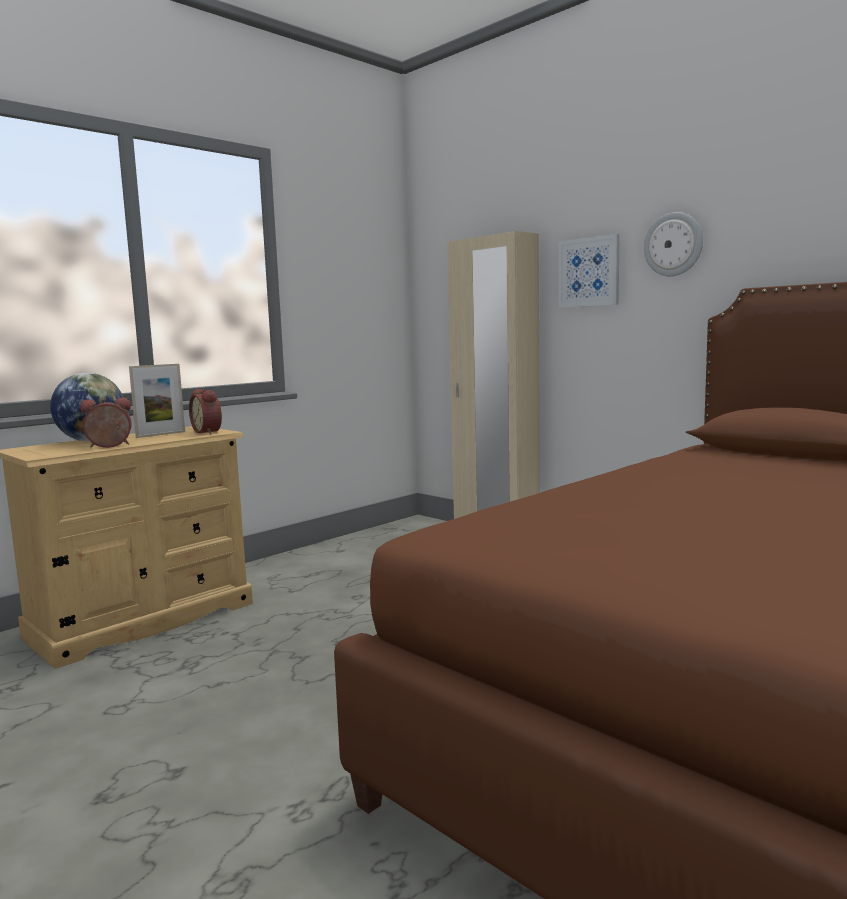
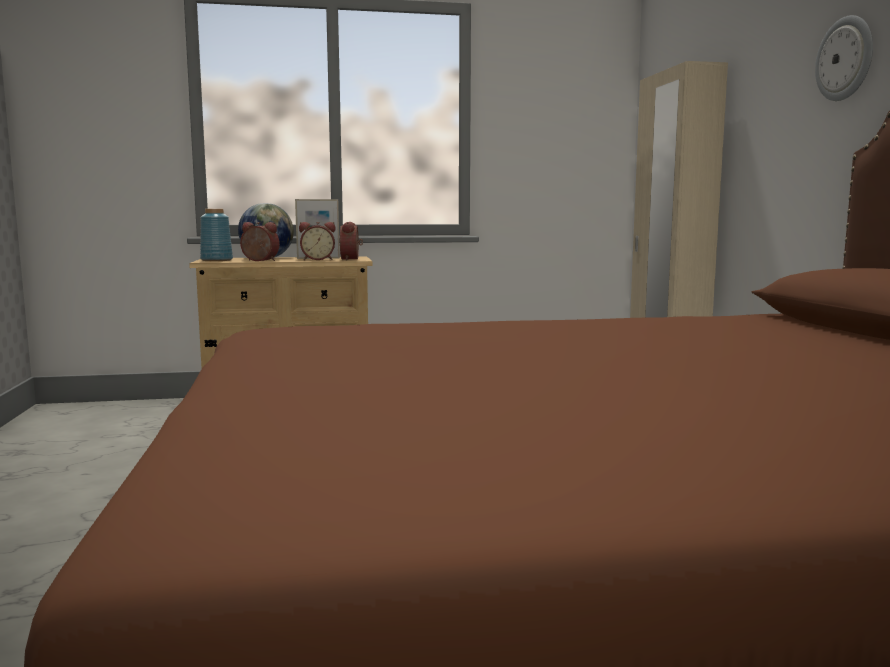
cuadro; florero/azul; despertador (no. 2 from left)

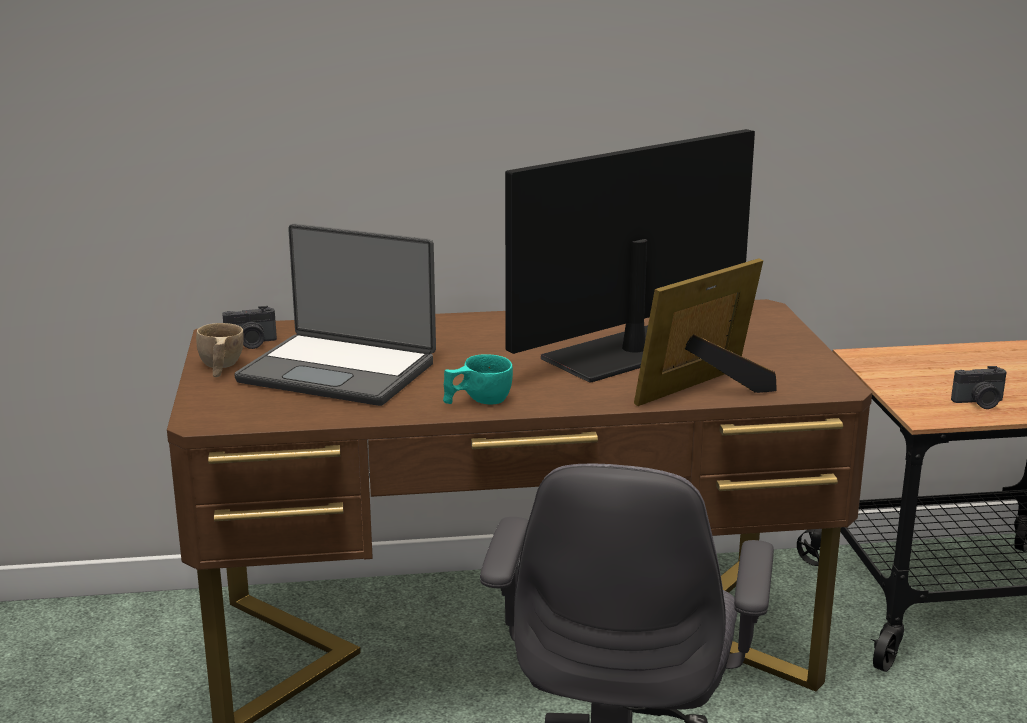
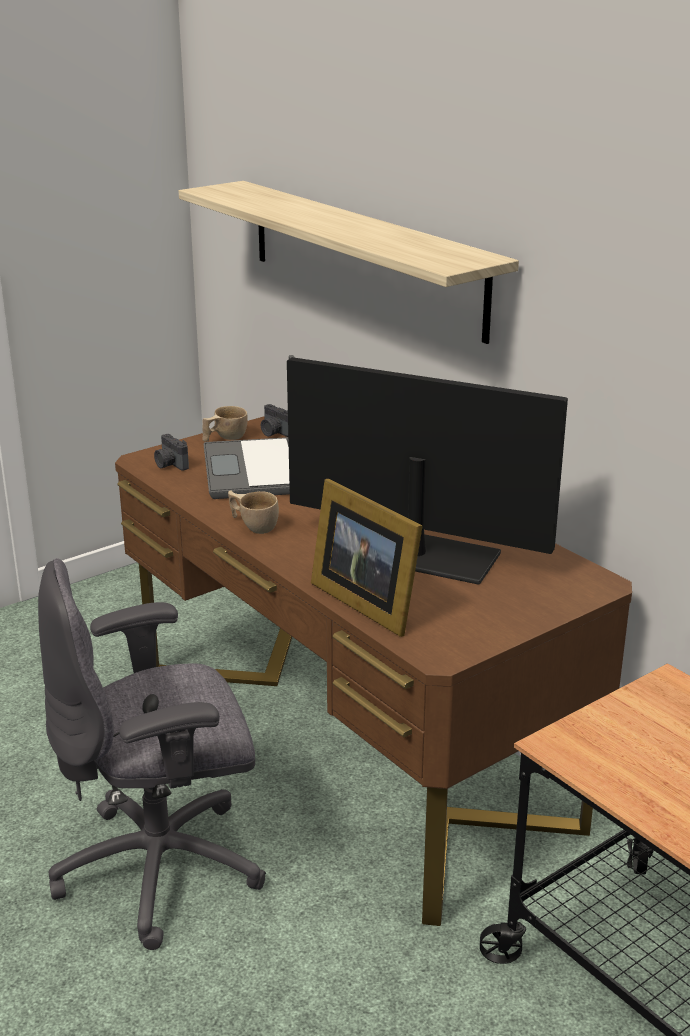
taza/beis (no. 2 from left); portarretratos; cámara (no. 1 from left); estante

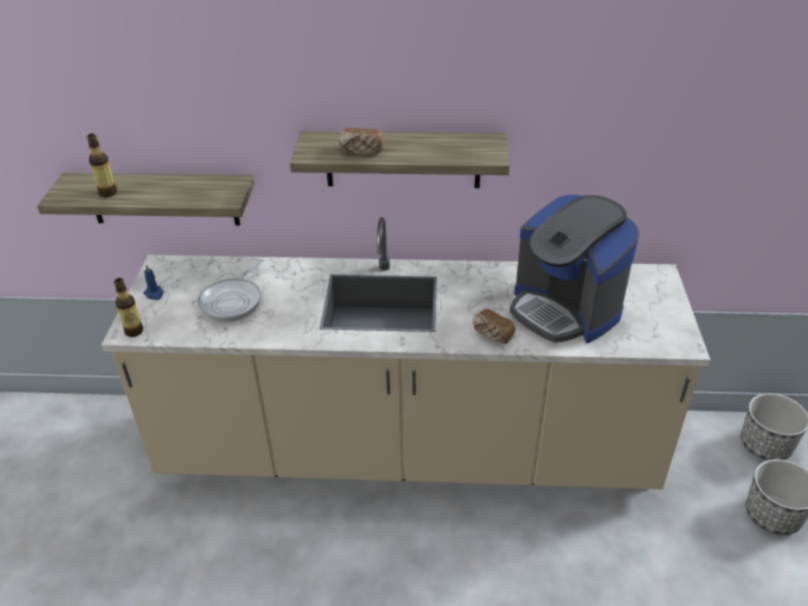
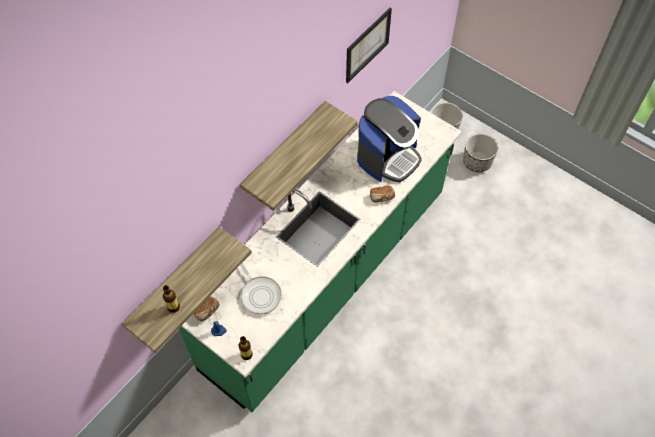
mueble bajo de cocina/verde; pan (no. 1 from left); cafetera; cuadro

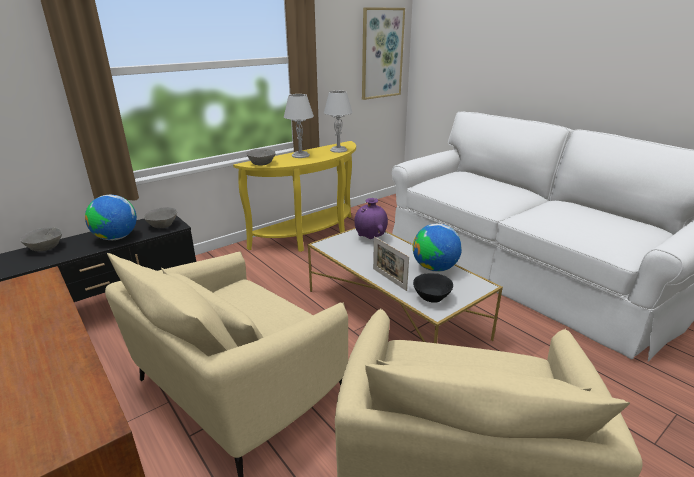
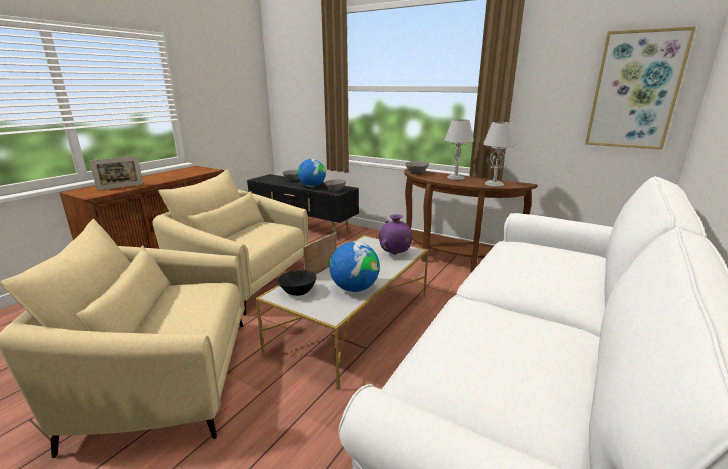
mesa consola/marrón; portarretratos (no. 1 from left)

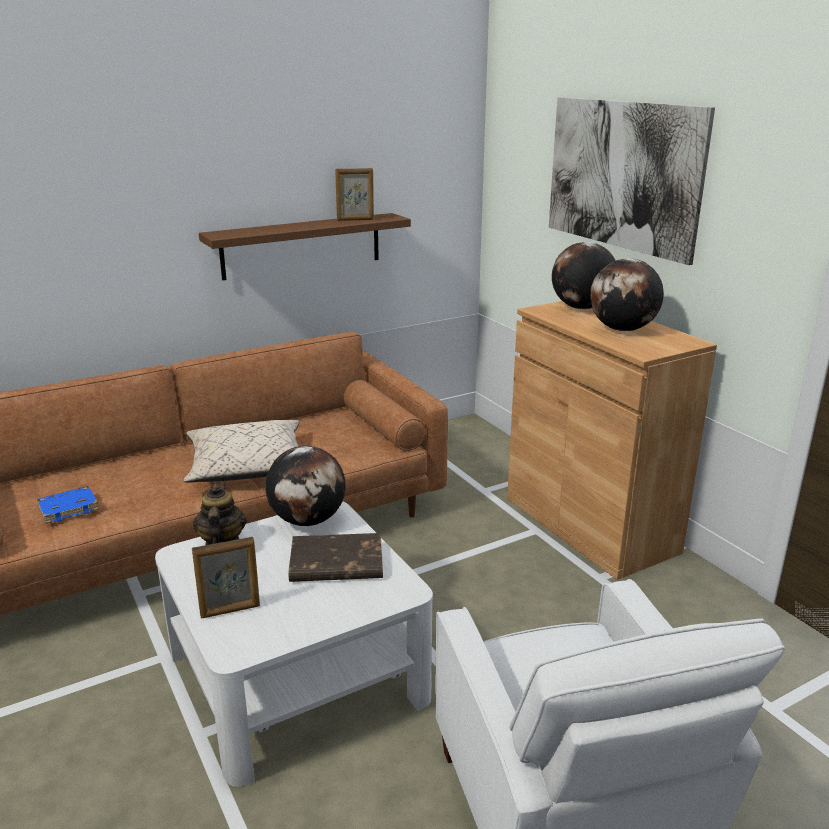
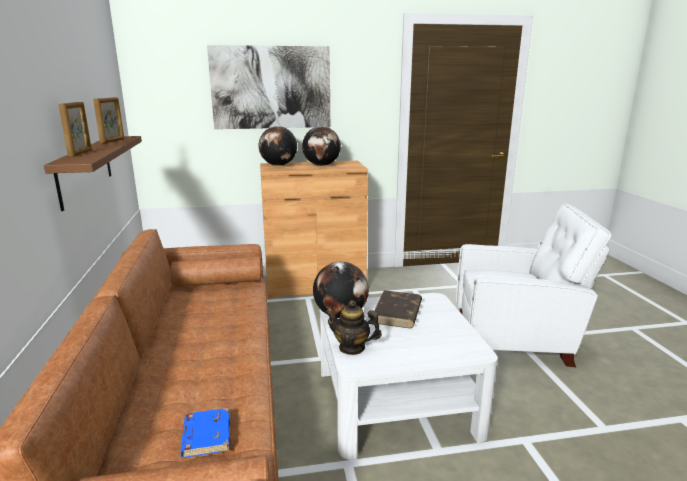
cojín/beis; portarretratos (no. 1 from left)

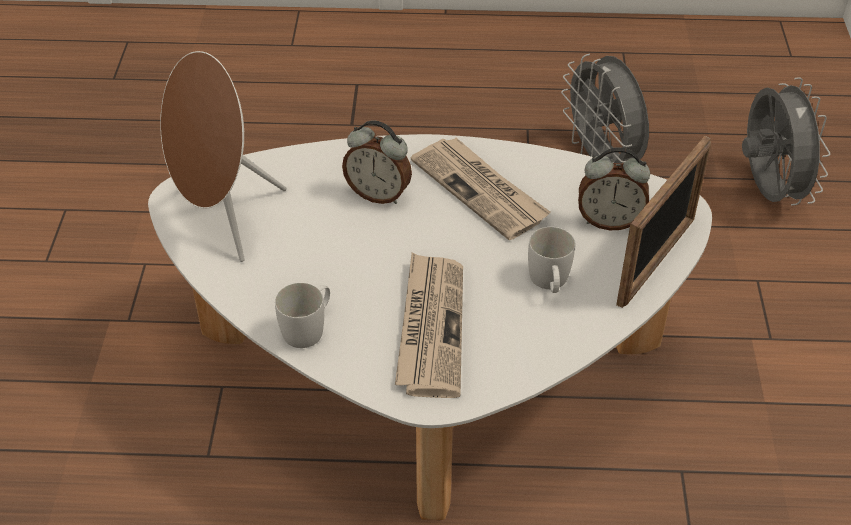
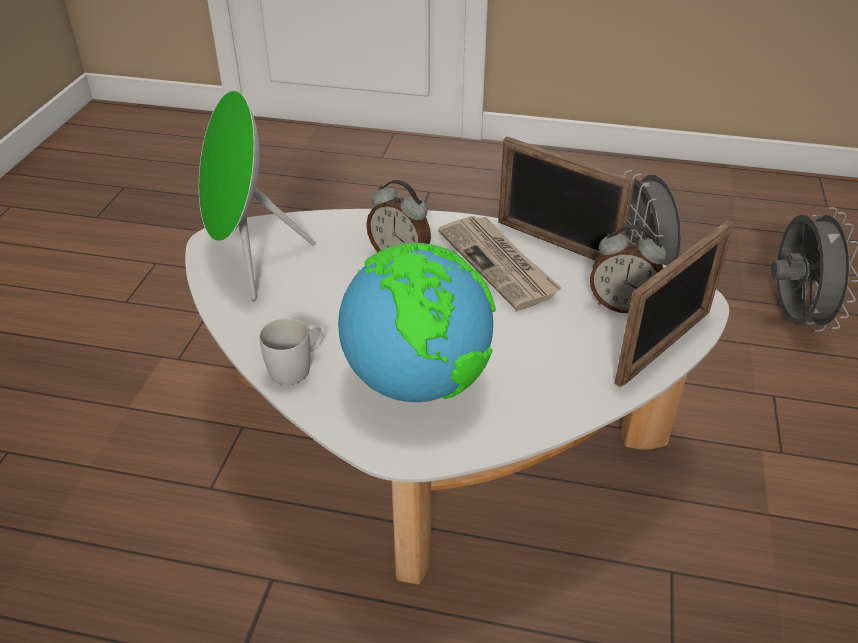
altavoz/verde; globo terráqueo; taza grande/blanco (no. 2 from left in the first image); portarretratos (no. 1 from left)

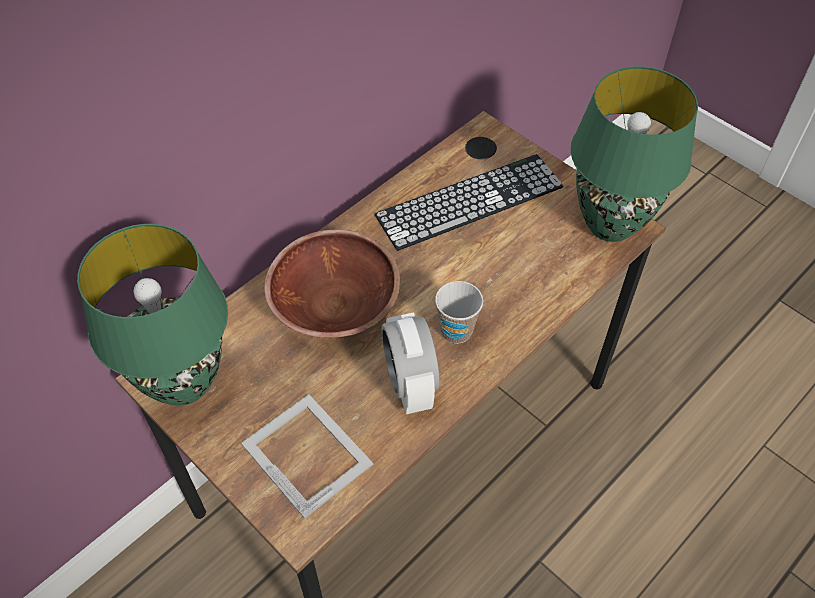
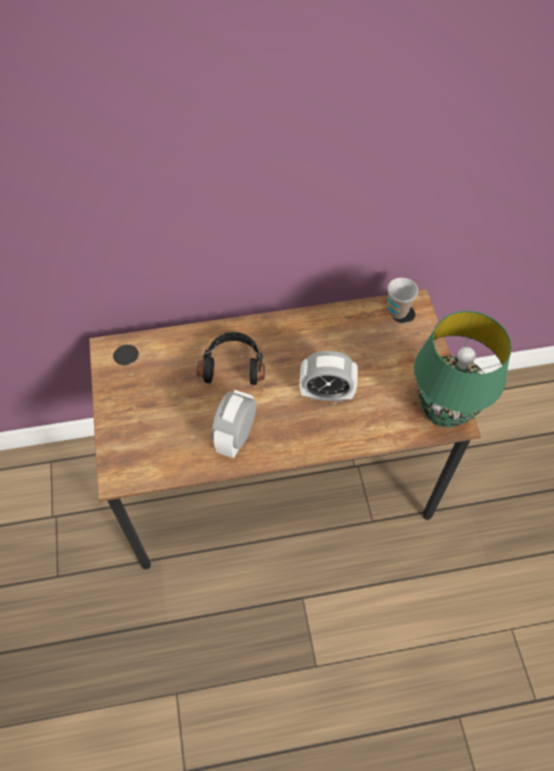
lámpara de mesa/verde (no. 1 from left in the first image); portarretratos; auriculares/negro; teclado; taza; despertador (no. 2 from left)

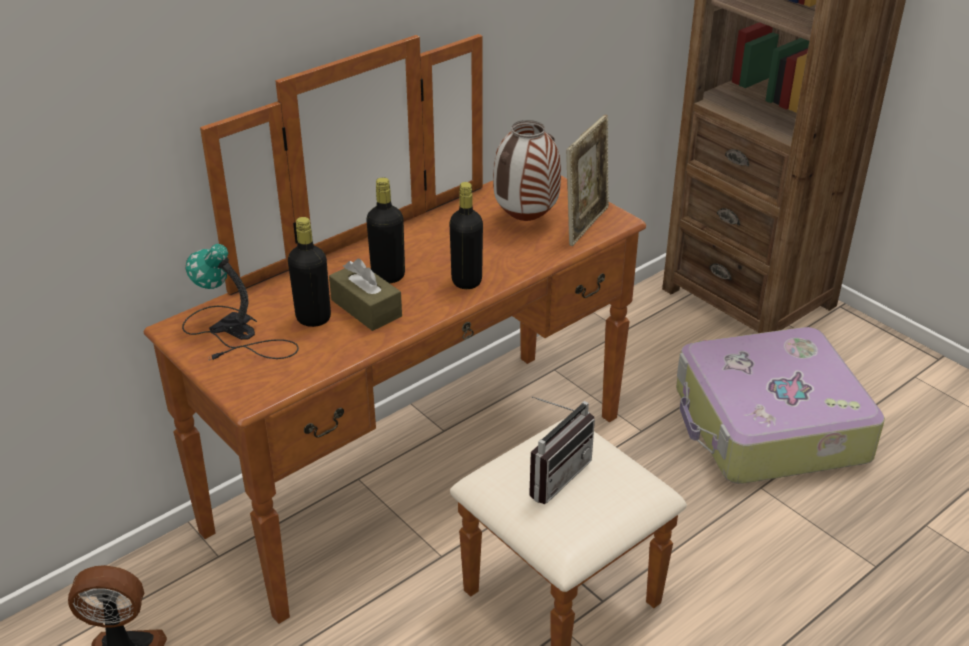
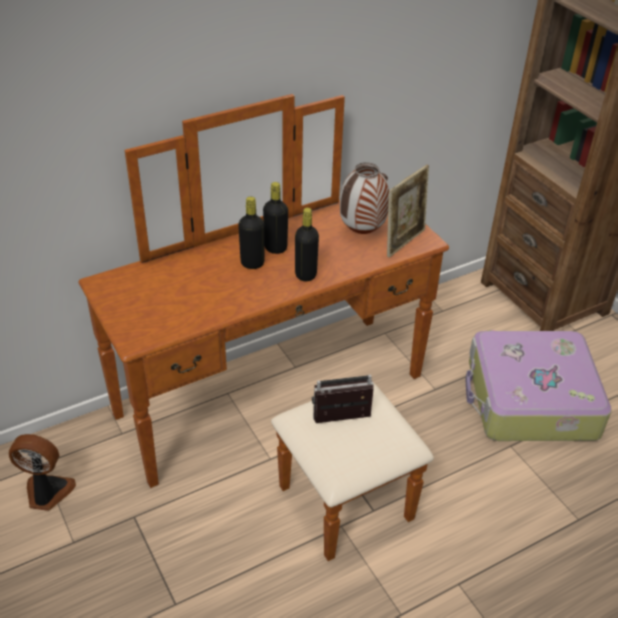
lámpara de mesa; botella/negro (no. 2 from left); caja de pañuelos/marrón; radio

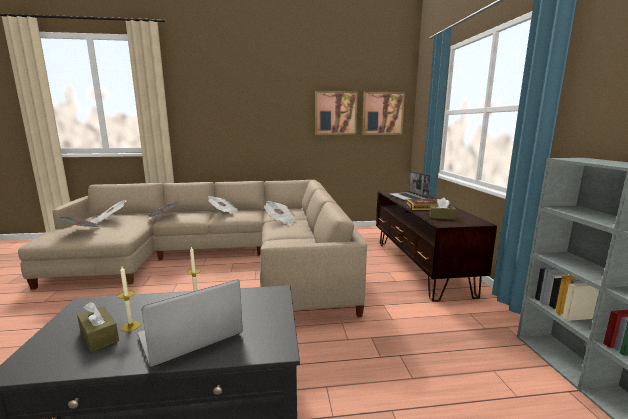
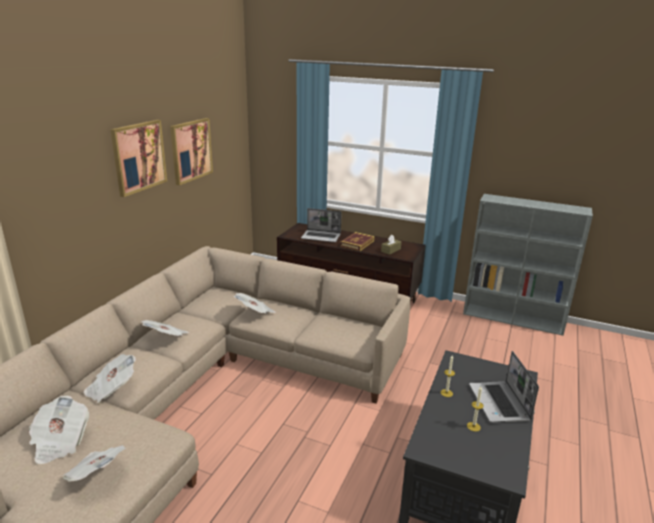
caja de pañuelos/marrón (no. 1 from left in the first image); cuadro (no. 1 from left)

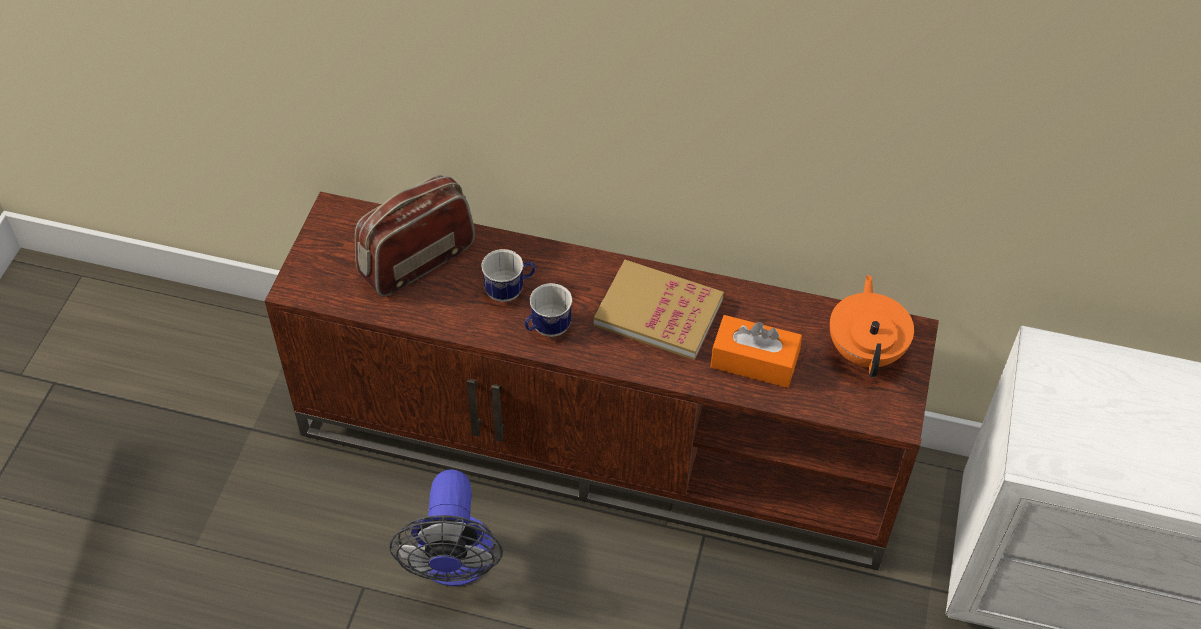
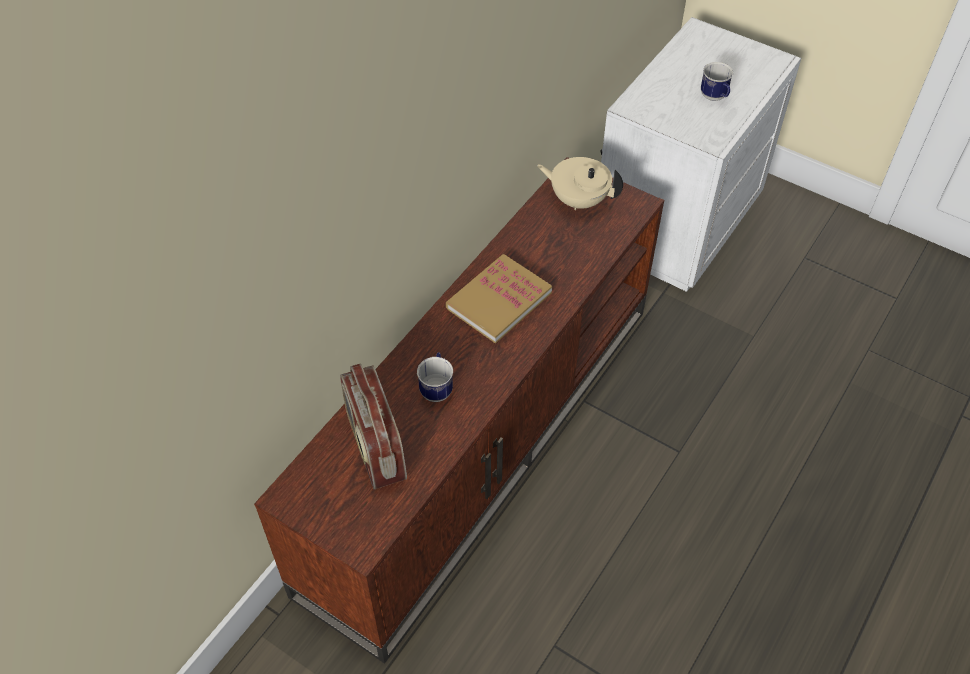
ventilador; taza grande (no. 2 from left); caja de pañuelos/naranja; tetera/beis

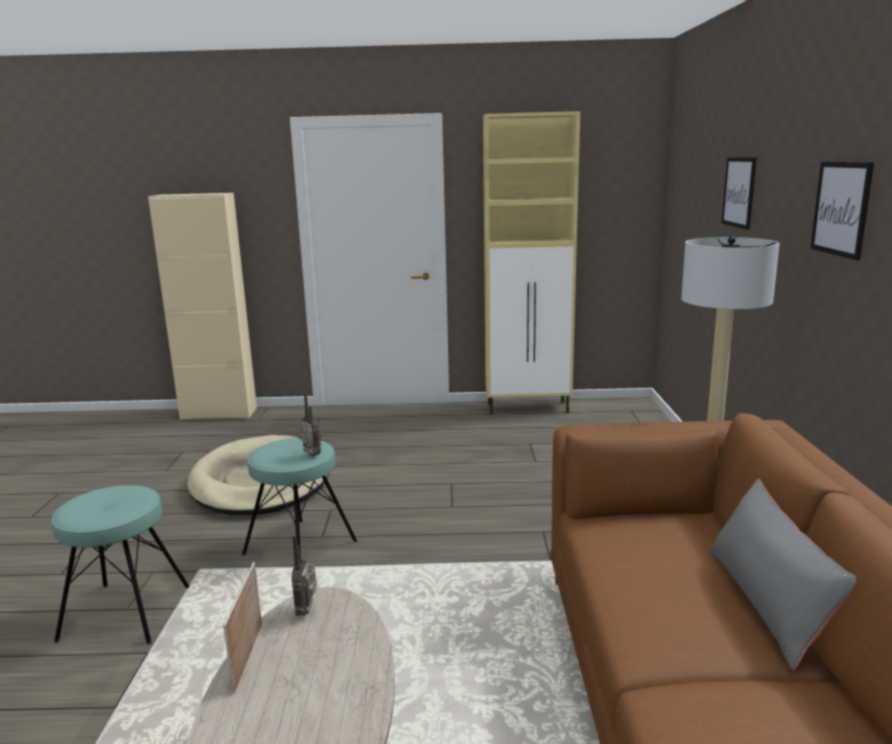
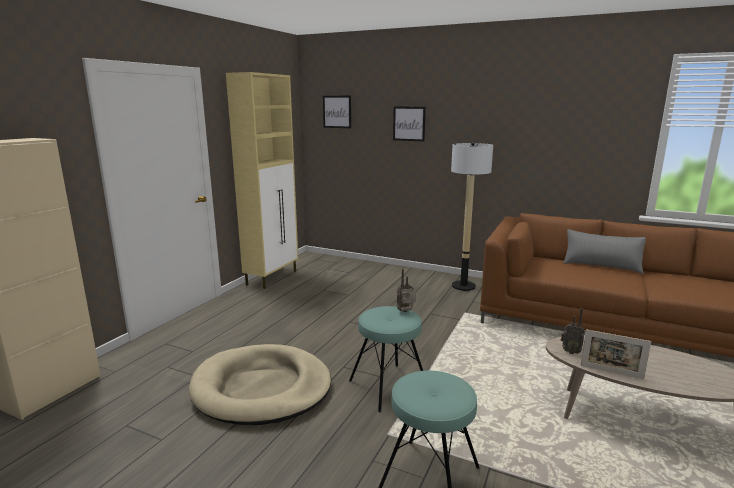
cuadro (no. 1 from left)

